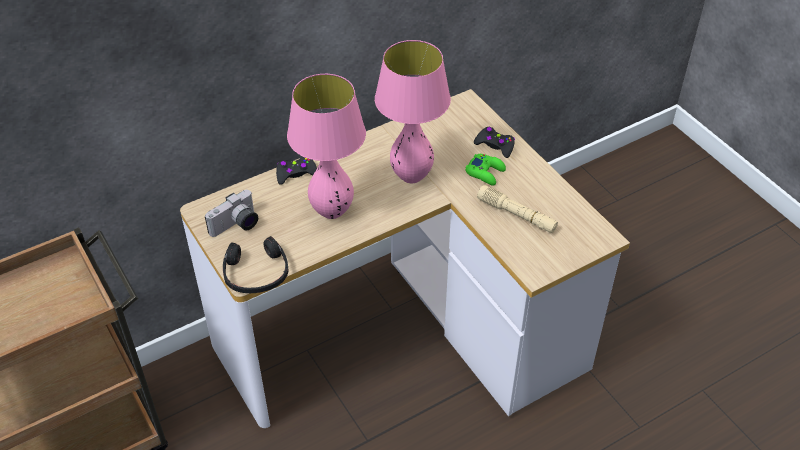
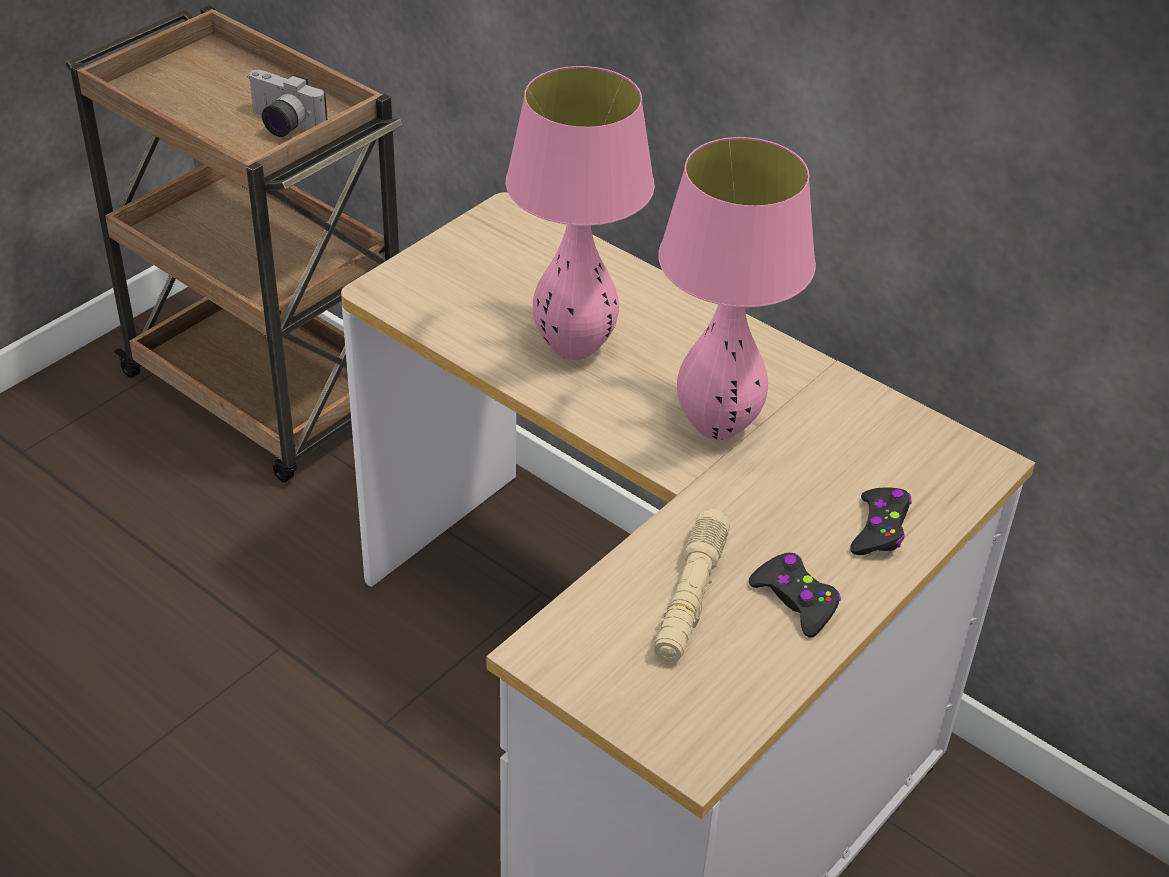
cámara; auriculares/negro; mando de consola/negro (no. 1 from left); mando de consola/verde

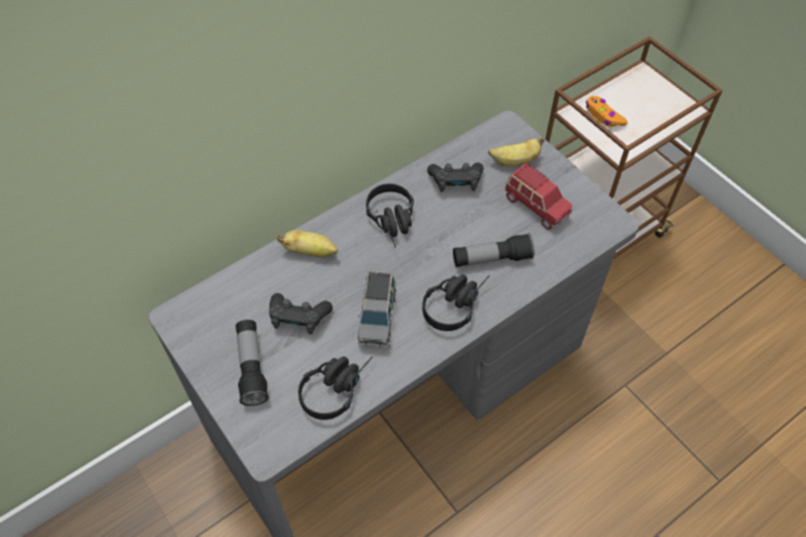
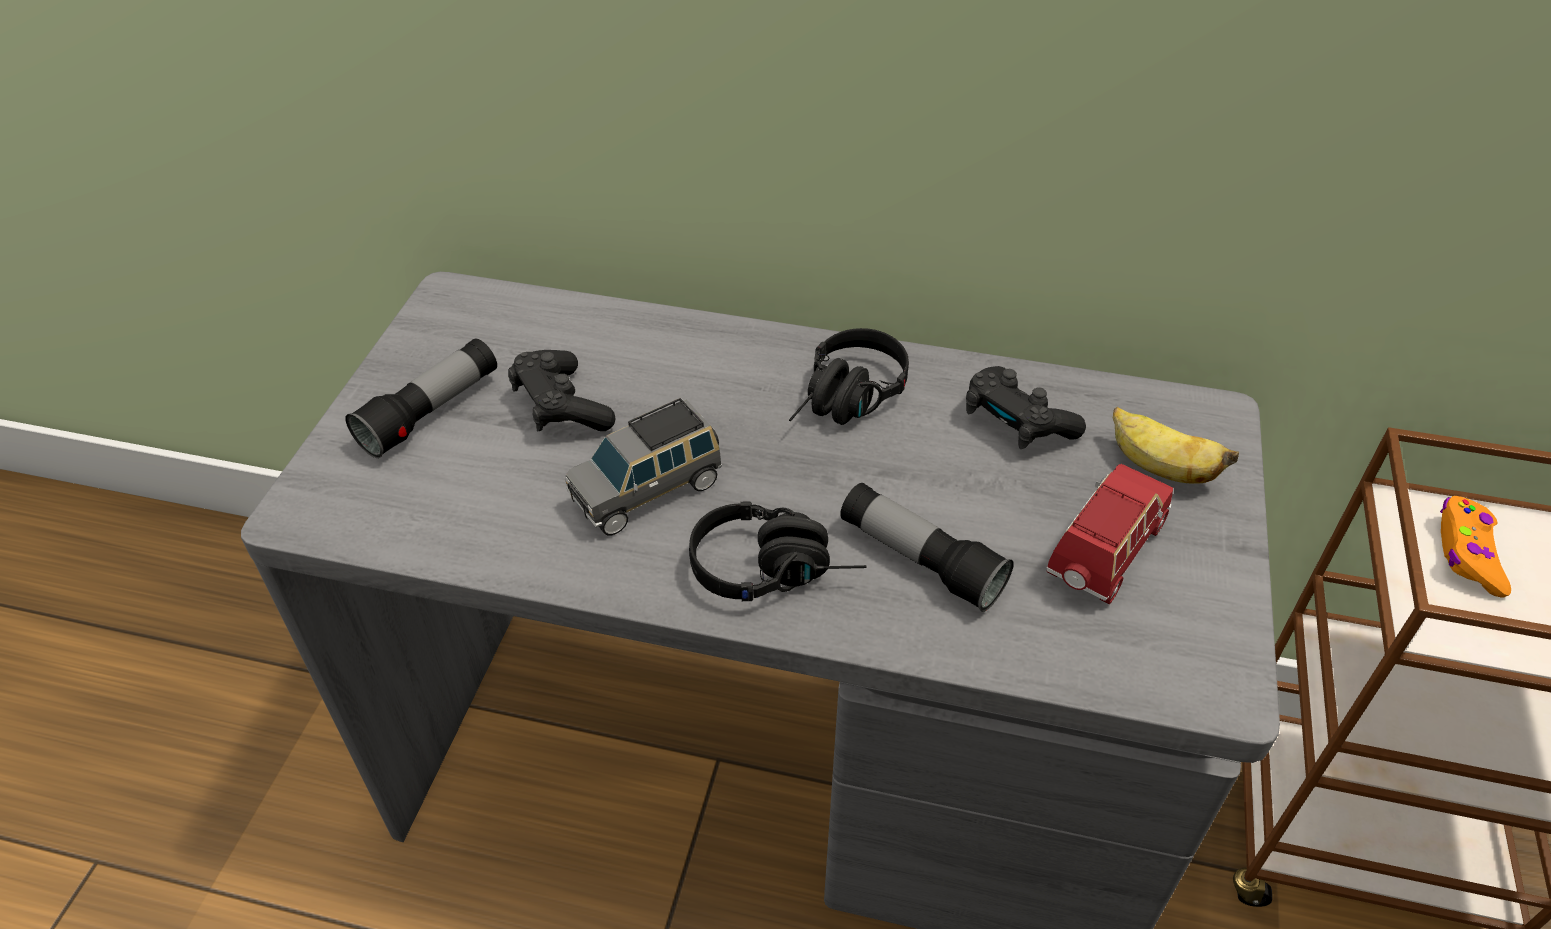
plátano (no. 1 from left in the first image); auriculares/negro (no. 1 from left in the first image); coche de juguete/rojo

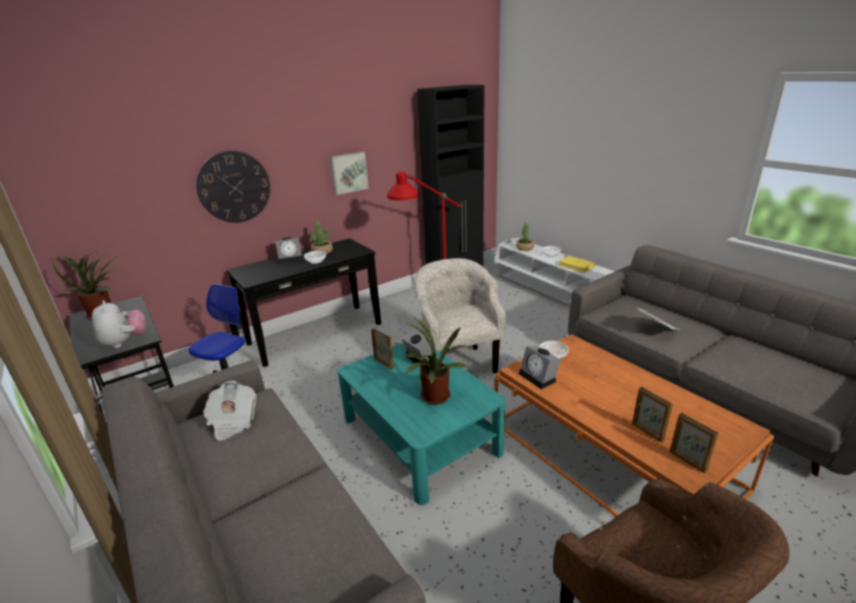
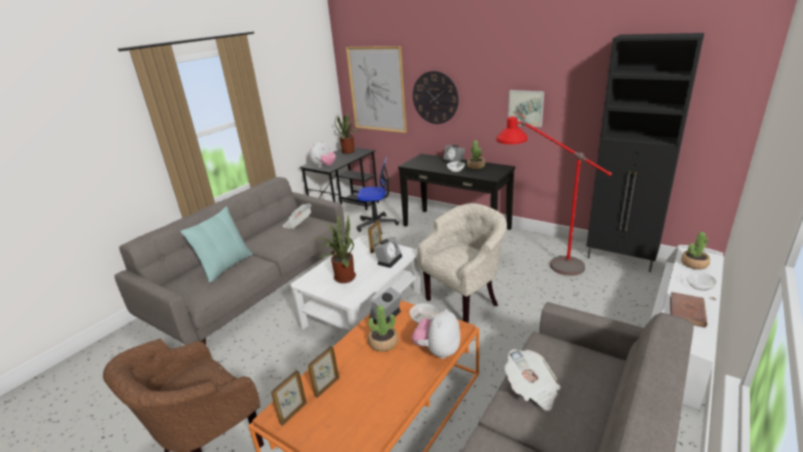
mesa de centro/blanco; libro/marrón; cojín; cuadro (no. 1 from left); planta en maceta (no. 3 from left); peluche (no. 2 from left)

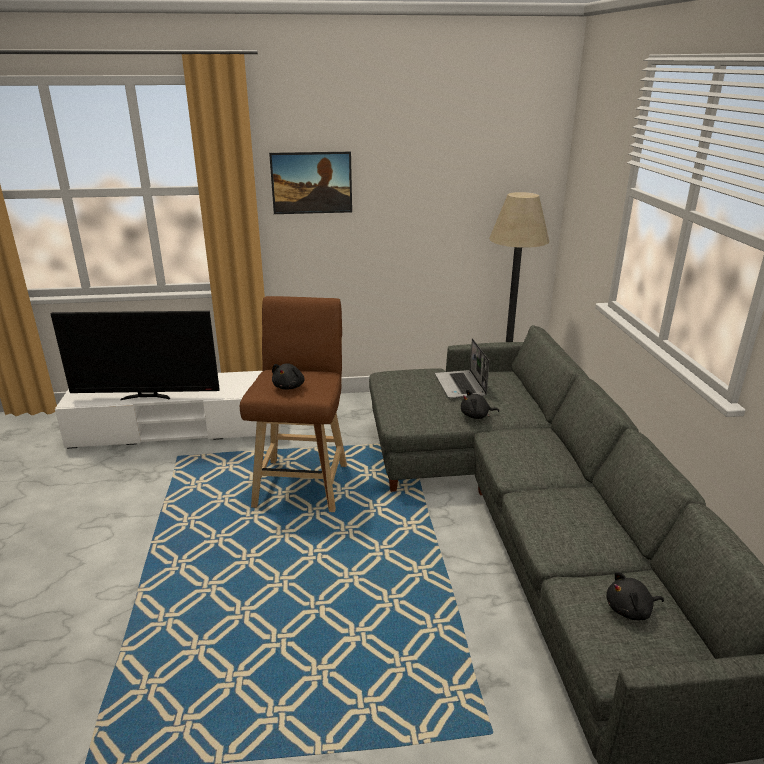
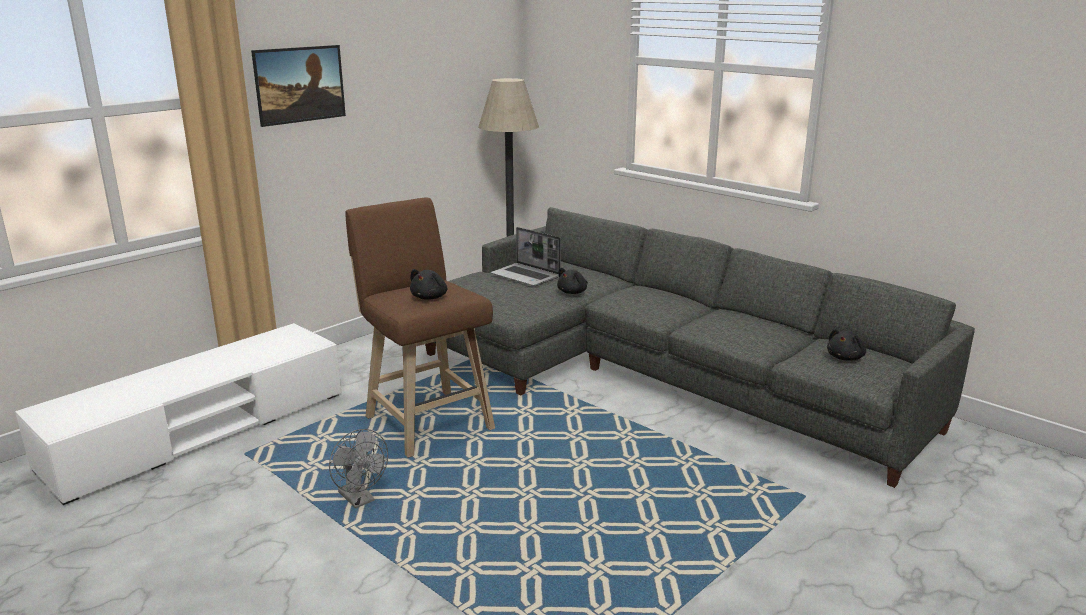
televisor; peluche/negro (no. 1 from left); ventilador/gris

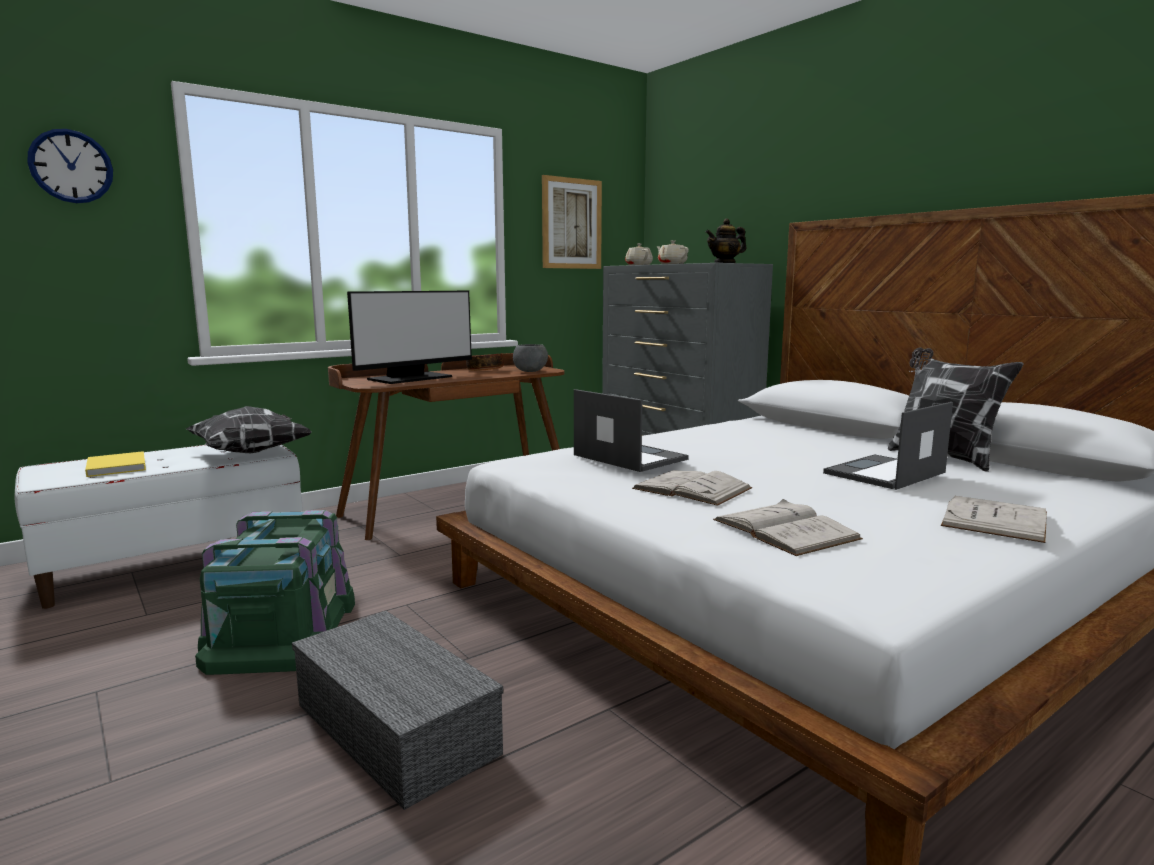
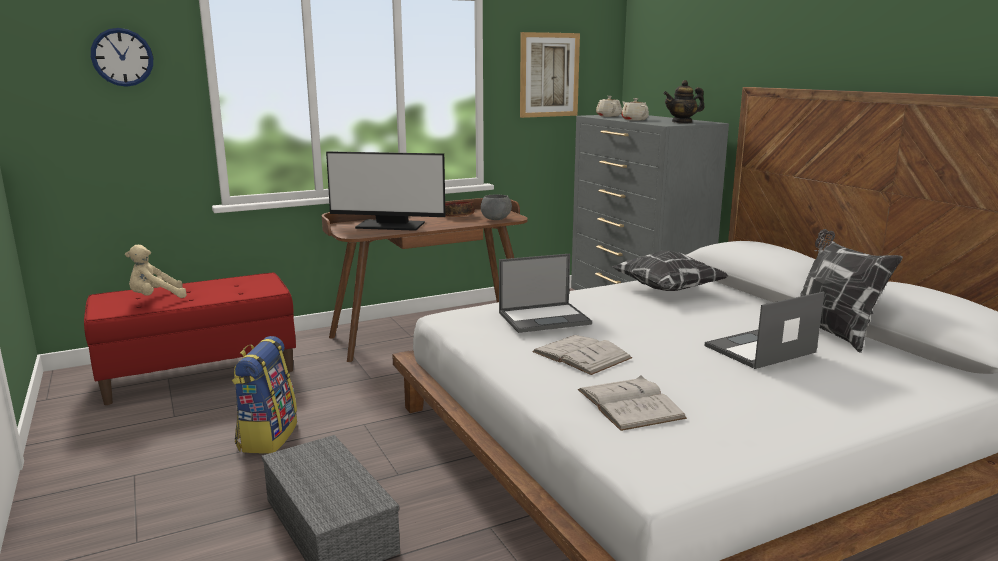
banco/rojo; peluche/beis; cojín (no. 1 from left); mochila; monitor; portátil (no. 1 from left); libro/blanco (no. 3 from left in the first image)

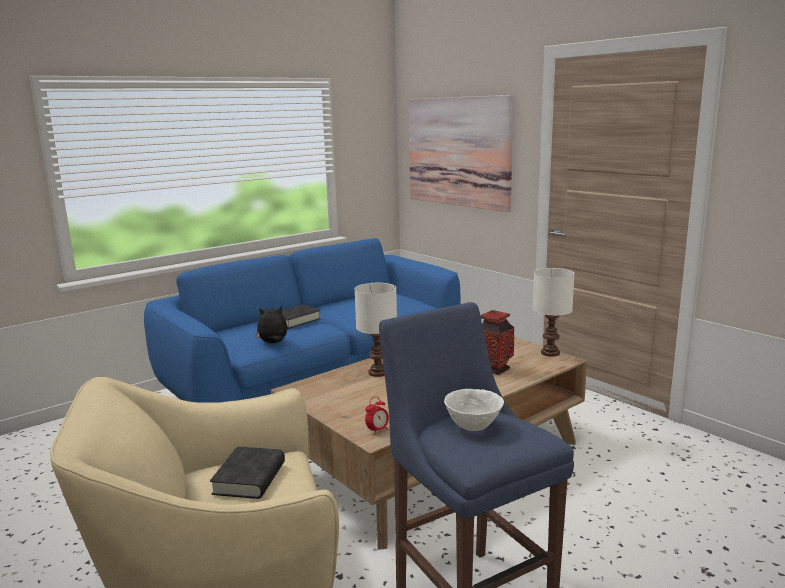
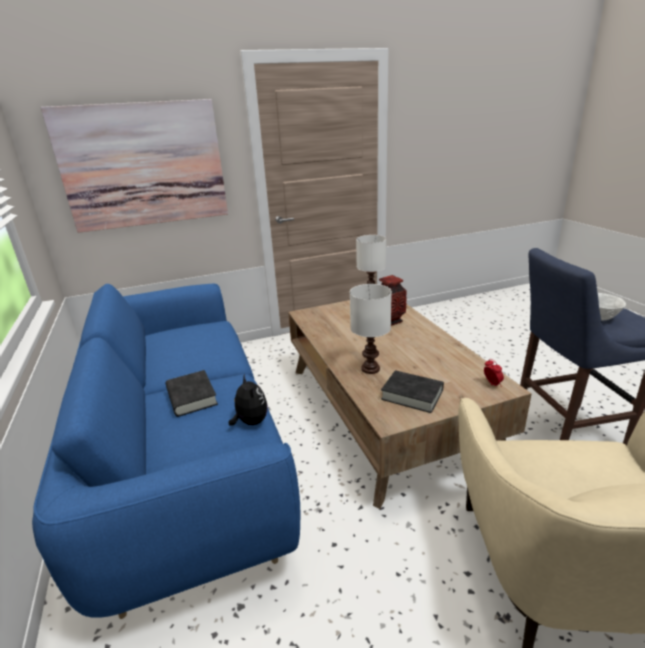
libro/negro (no. 2 from left); peluche

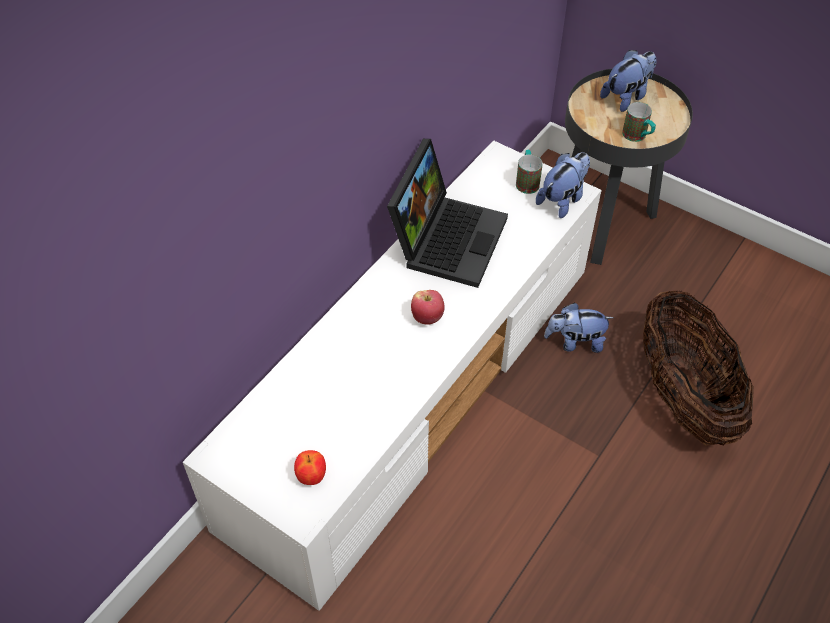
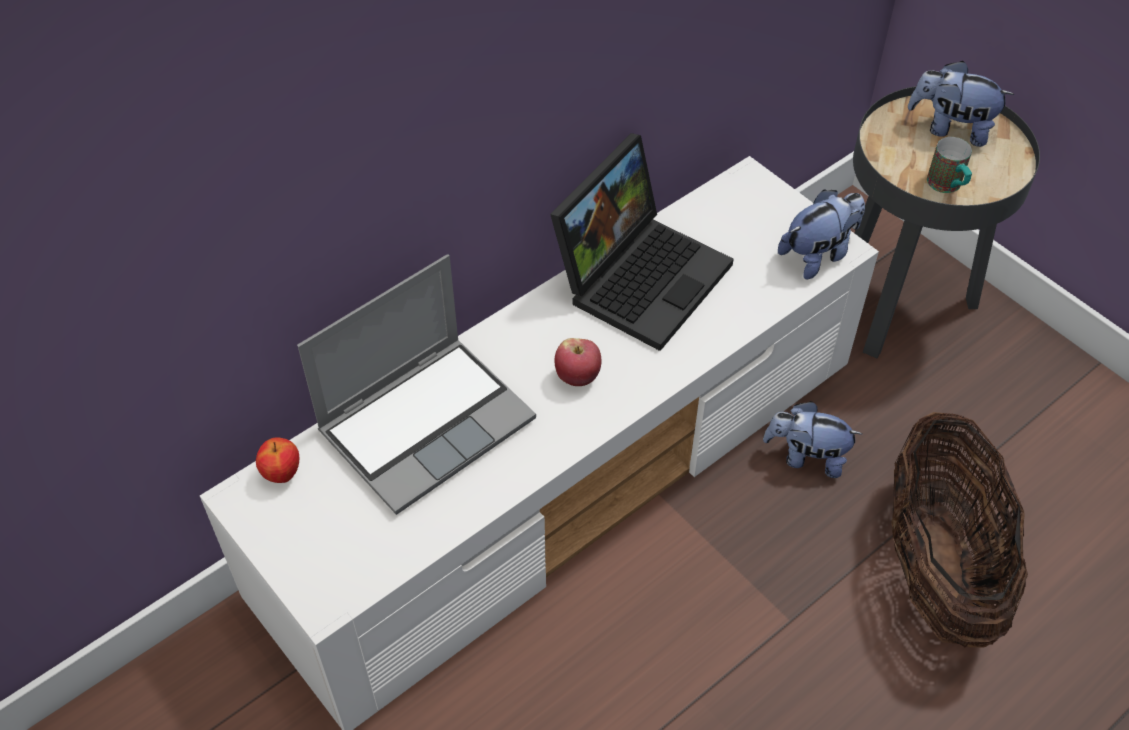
manzana (no. 1 from left); taza grande (no. 1 from left in the first image); peluche (no. 3 from left); portátil (no. 1 from left)

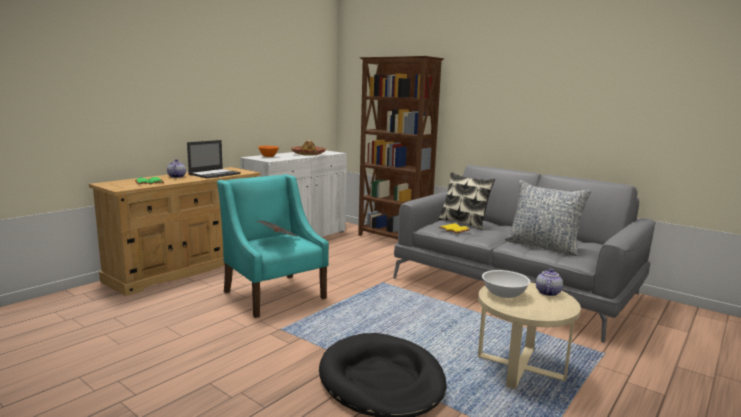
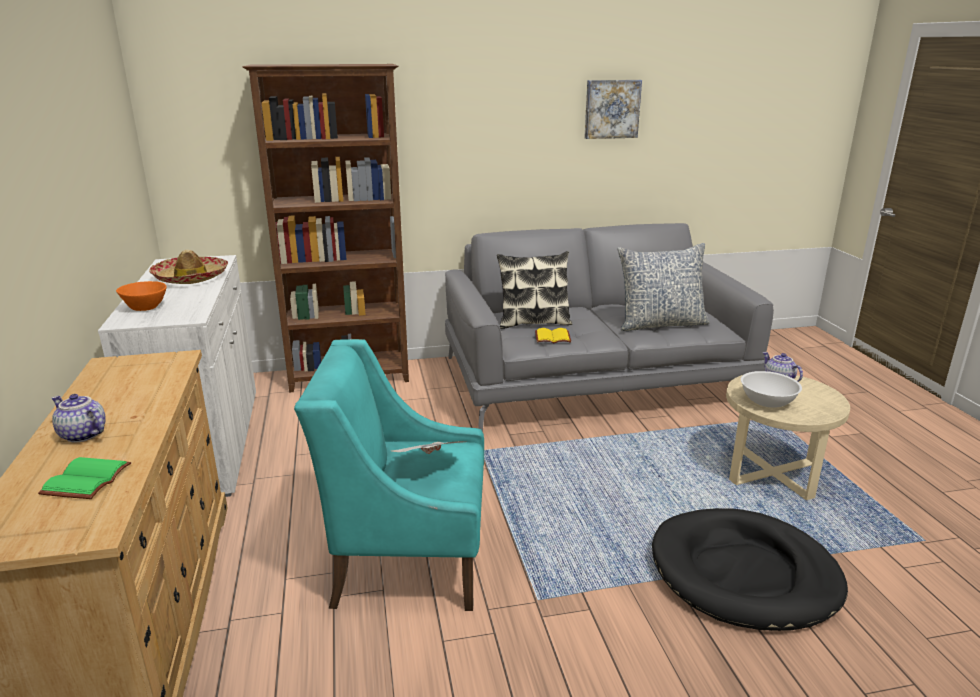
portátil; cuadro

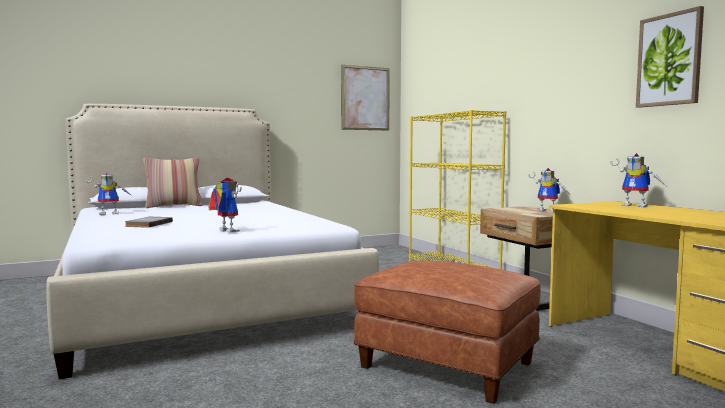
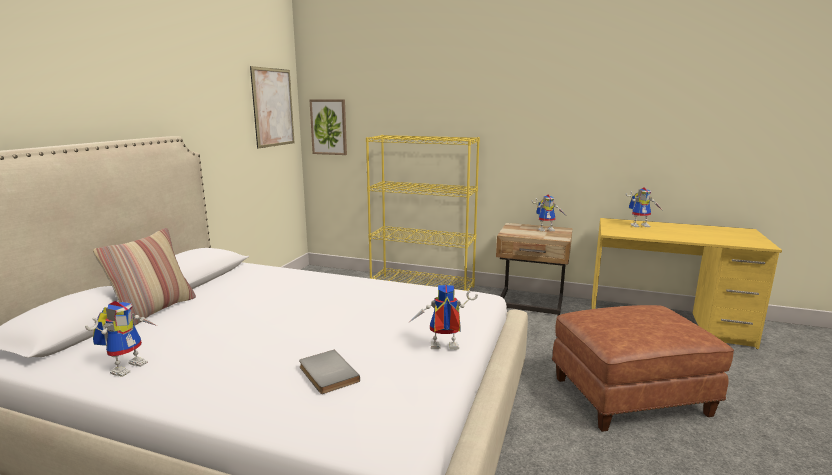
cuadro (no. 2 from left)

